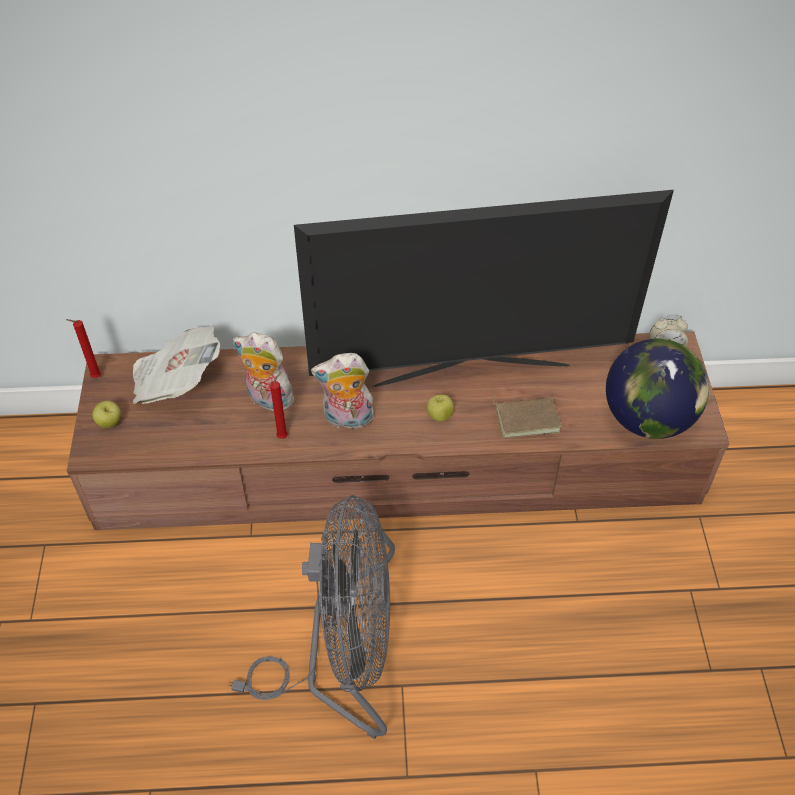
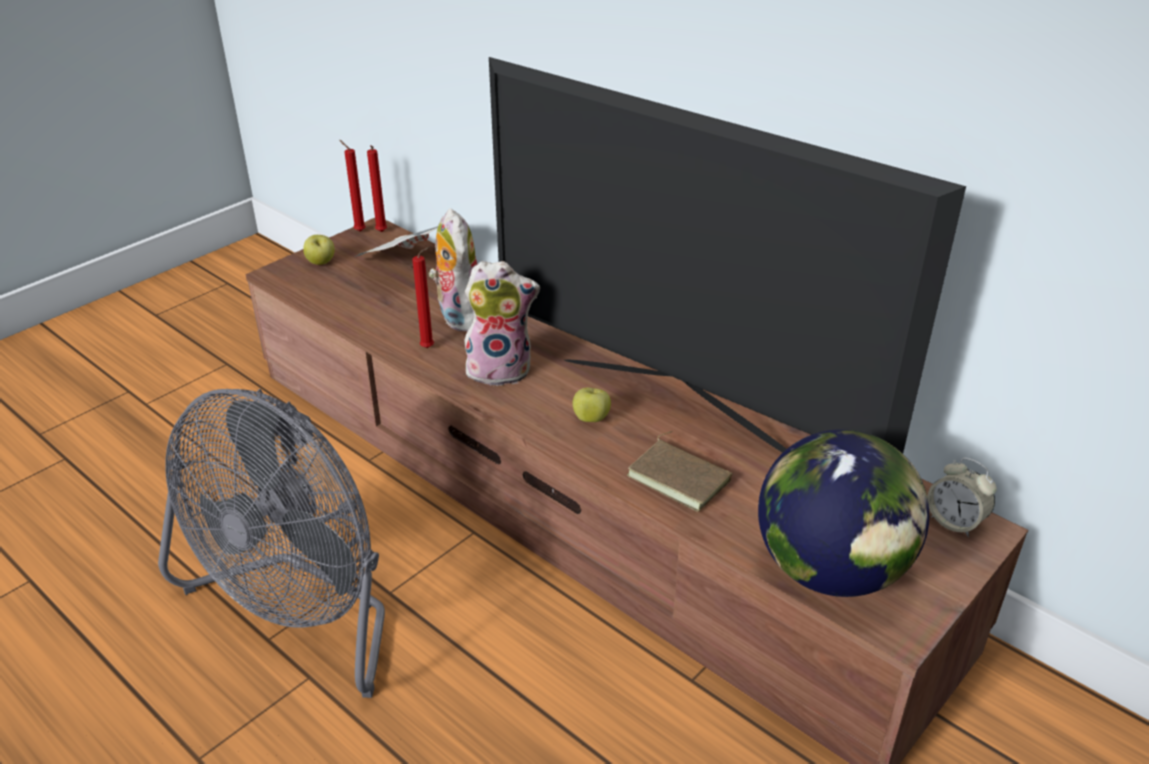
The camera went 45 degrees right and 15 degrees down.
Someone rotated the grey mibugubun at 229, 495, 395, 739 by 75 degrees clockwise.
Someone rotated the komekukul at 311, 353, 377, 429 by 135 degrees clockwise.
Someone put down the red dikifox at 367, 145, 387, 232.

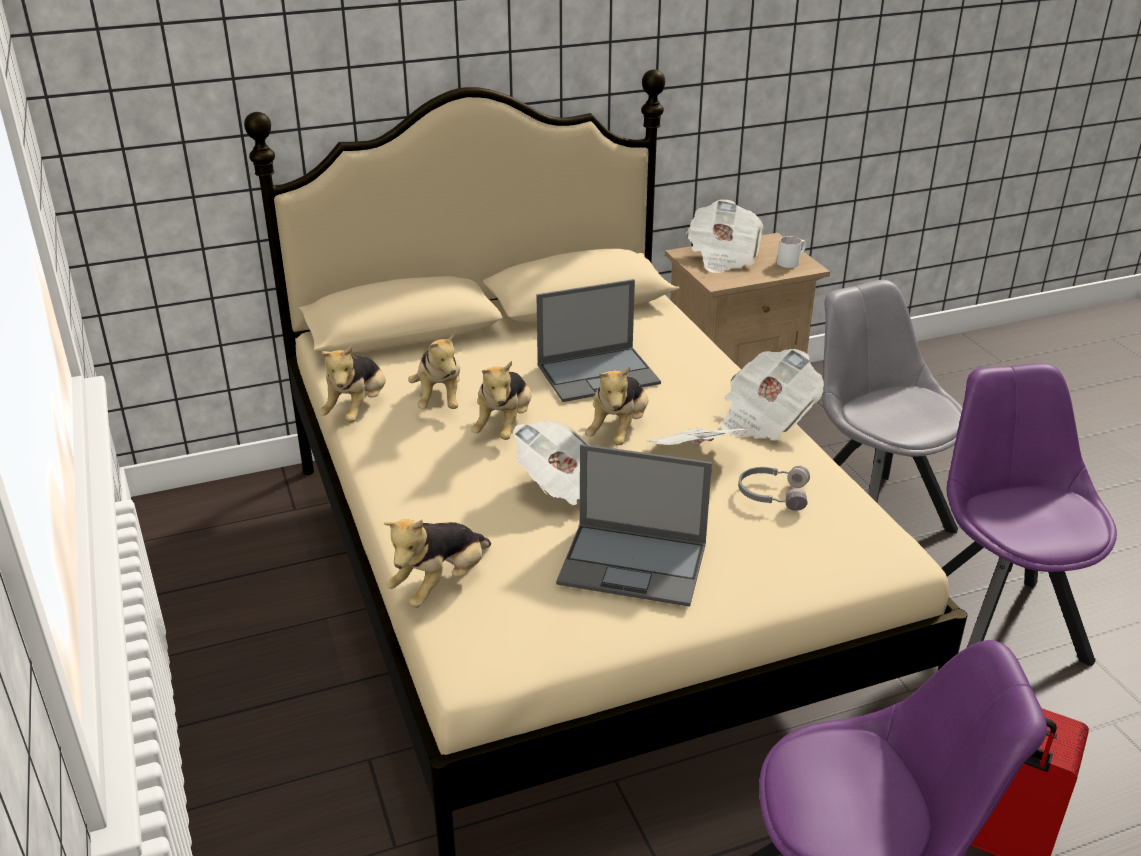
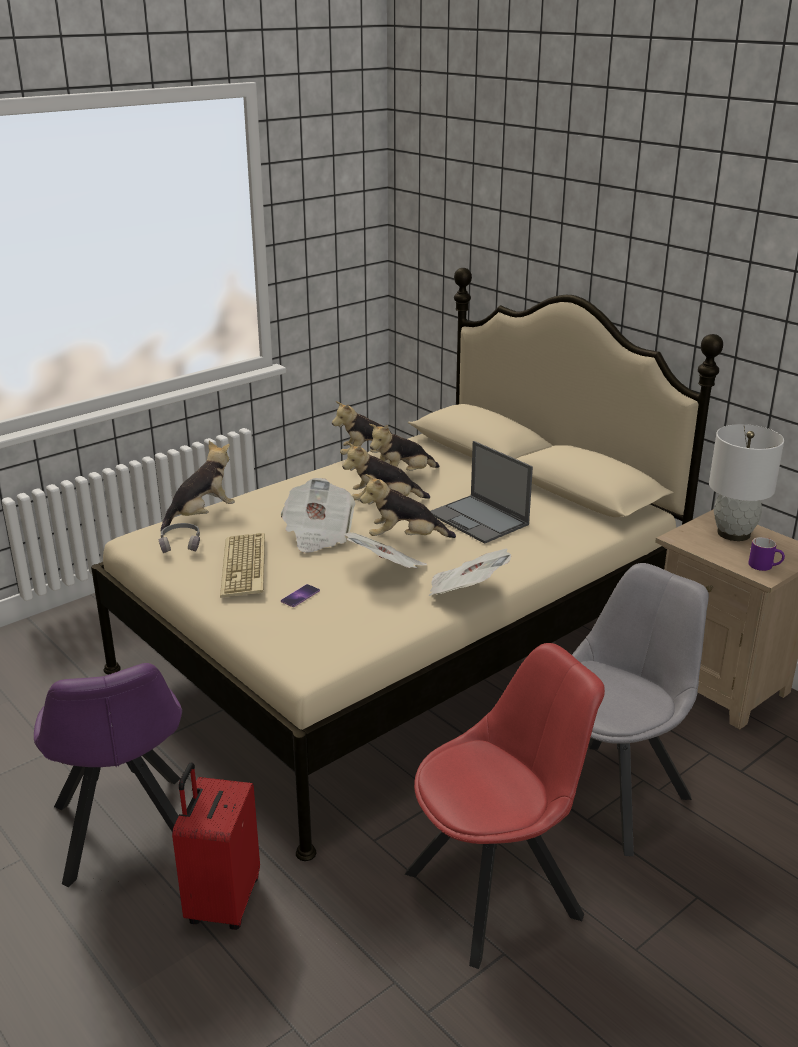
The camera went 70 degrees right and 5 degrees down.
Someone rotated the komekukul at 384, 519, 491, 608 by 120 degrees clockwise.
Someone swapped the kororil at 556, 444, 712, 607 for the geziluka at 220, 533, 265, 598.
Someone swapped the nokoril at 687, 199, 764, 273 for the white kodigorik at 709, 424, 784, 541.
Someone carried the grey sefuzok from 738, 466, 810, 511 to 159, 523, 200, 553.
Someone repainted the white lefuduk at 777, 236, 806, 268, which became the purple lefuduk at 748, 537, 785, 571.
Someone repainted the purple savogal at 942, 363, 1117, 667, which became the red savogal at 405, 643, 605, 969.
Someone put down the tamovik at 281, 584, 320, 607.

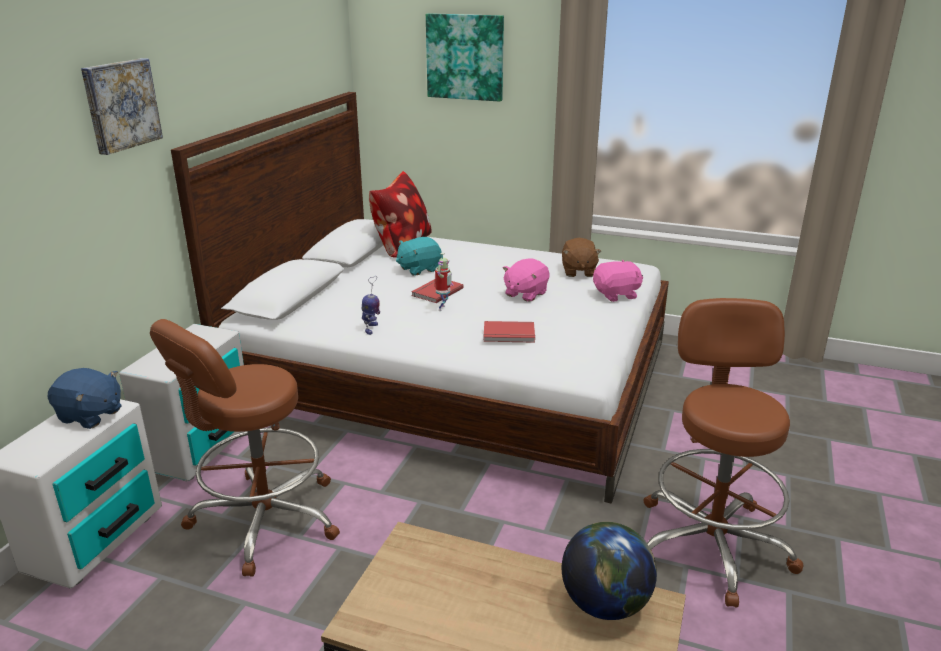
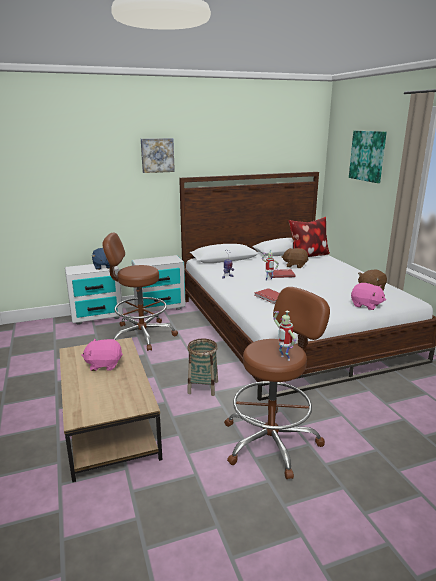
The camera went 50 degrees right and 5 degrees down.
Someone repainted the turquoise komekukul at 396, 237, 442, 276, which became the brown komekukul at 282, 248, 309, 268.
Someone carried the pink komekukul from 503, 258, 550, 302 to 81, 338, 123, 371.
Someone took away the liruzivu at 562, 522, 657, 620.
Someone put down the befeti at 187, 339, 218, 396.
Someone put down the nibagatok at 273, 311, 296, 361.

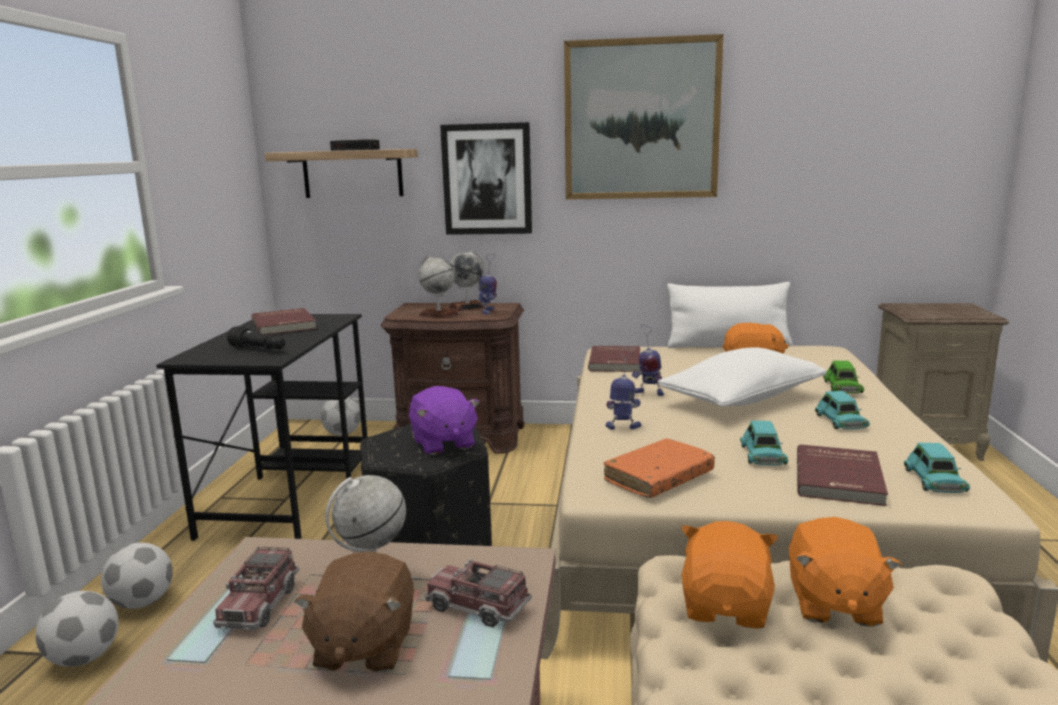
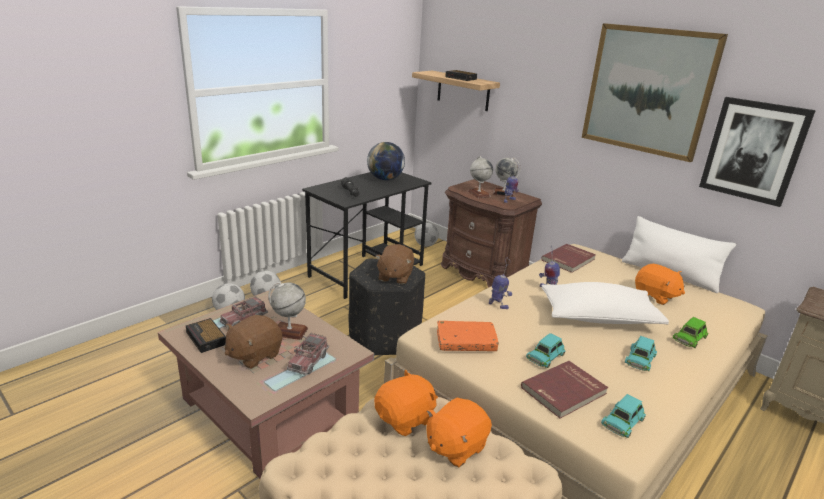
The camera went 35 degrees right and 10 degrees up.
Someone swapped the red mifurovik at 251, 308, 317, 335 for the liruzivu at 367, 142, 405, 180.
Someone repainted the purple komekukul at 409, 386, 480, 455, which became the brown komekukul at 375, 244, 414, 284.
Someone rotated the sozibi at 425, 559, 532, 628 by 135 degrees counterclockwise.
Someone carried the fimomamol from 440, 122, 532, 235 to 699, 97, 816, 207.
Someone put down the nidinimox at 186, 318, 226, 353.

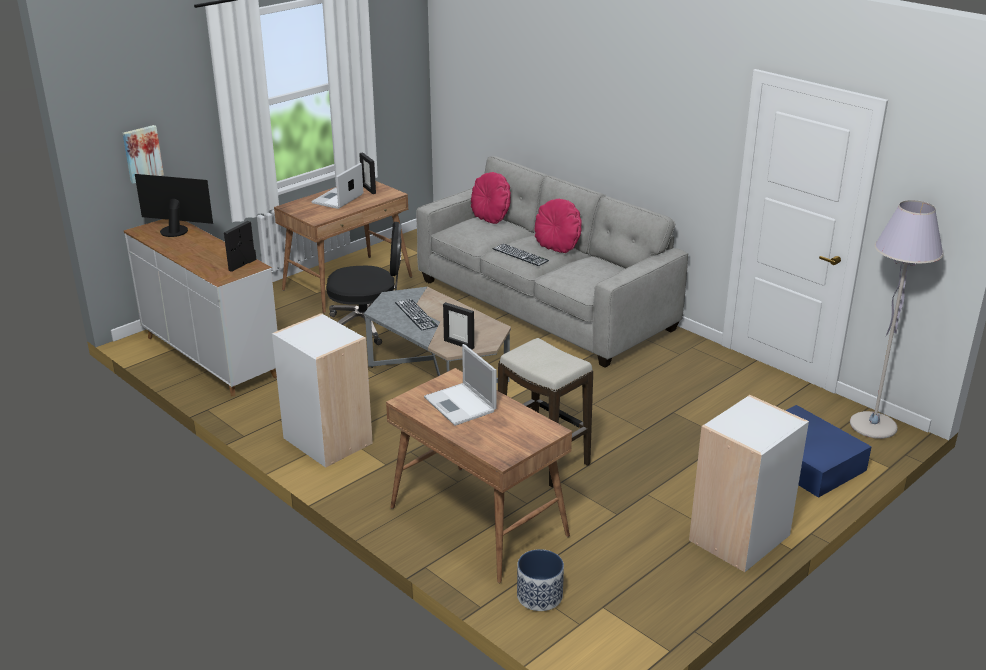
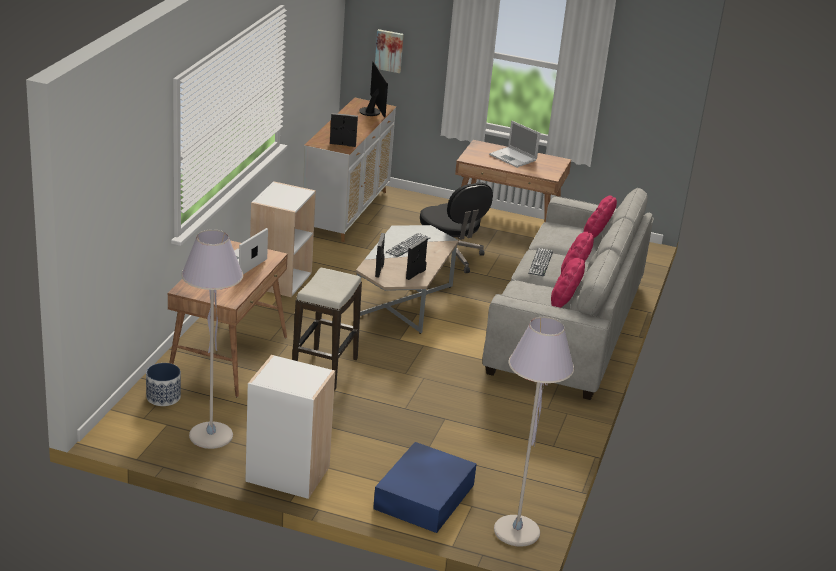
The camera went 60 degrees right and 0 degrees up.
Someone rotated the kororil at 311, 163, 363, 209 by 135 degrees counterclockwise.
Someone carried the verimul from 359, 152, 376, 194 to 406, 238, 428, 280.
Someone put down the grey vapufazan at 181, 229, 243, 449.
Someone put down the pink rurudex at 551, 258, 585, 308.

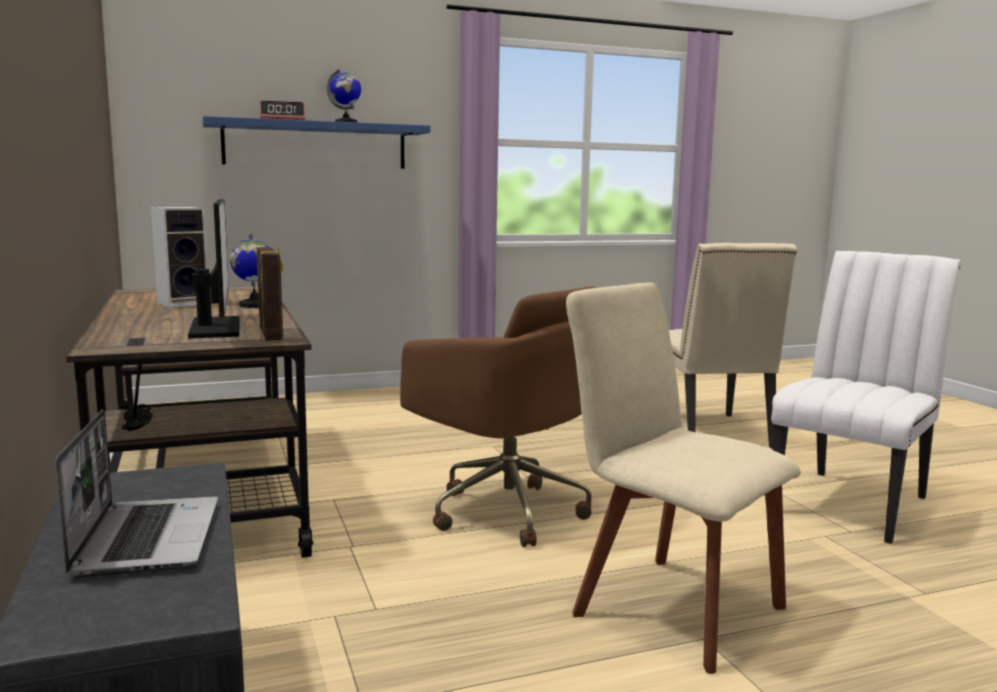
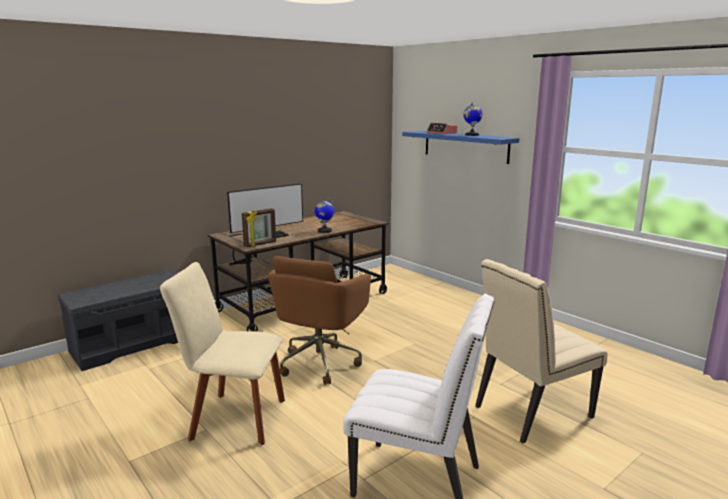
The camera went 70 degrees right and 5 degrees up.
Someone took away the kororil at 56, 409, 218, 577.
Someone took away the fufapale at 151, 207, 208, 308.
Someone rotated the beige savogal at 566, 282, 801, 674 by 105 degrees counterclockwise.

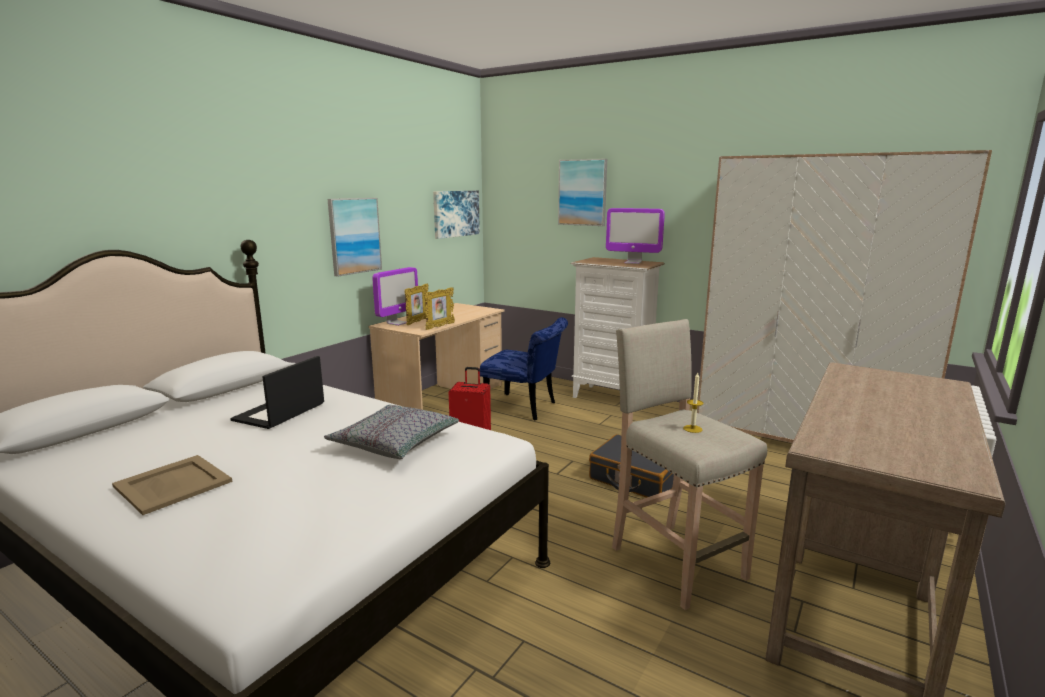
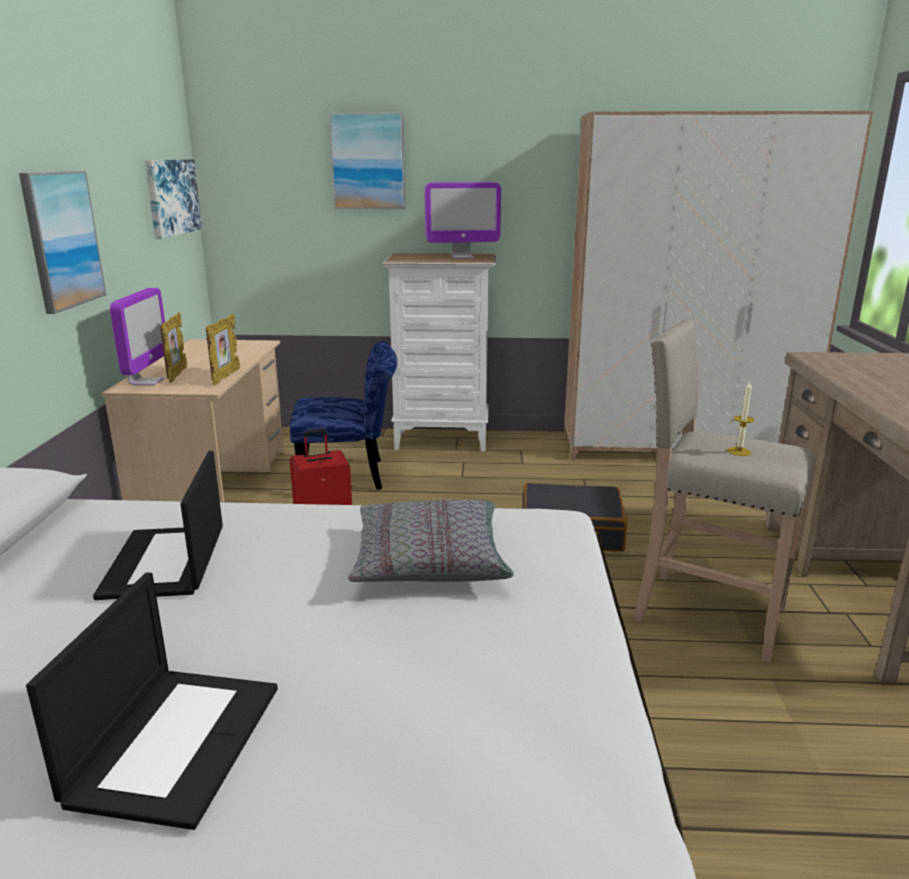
The camera went 30 degrees left and 5 degrees up.
Someone swapped the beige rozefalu at 112, 455, 232, 515 for the kororil at 26, 572, 278, 830.

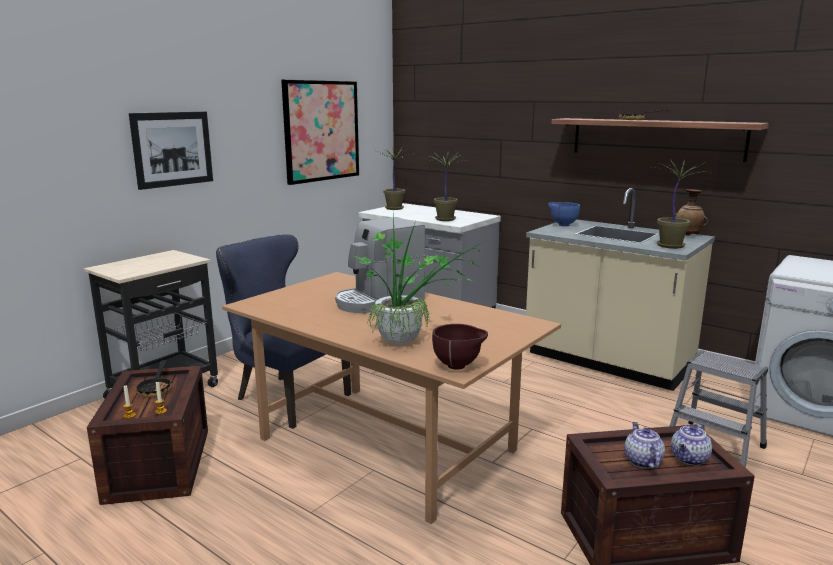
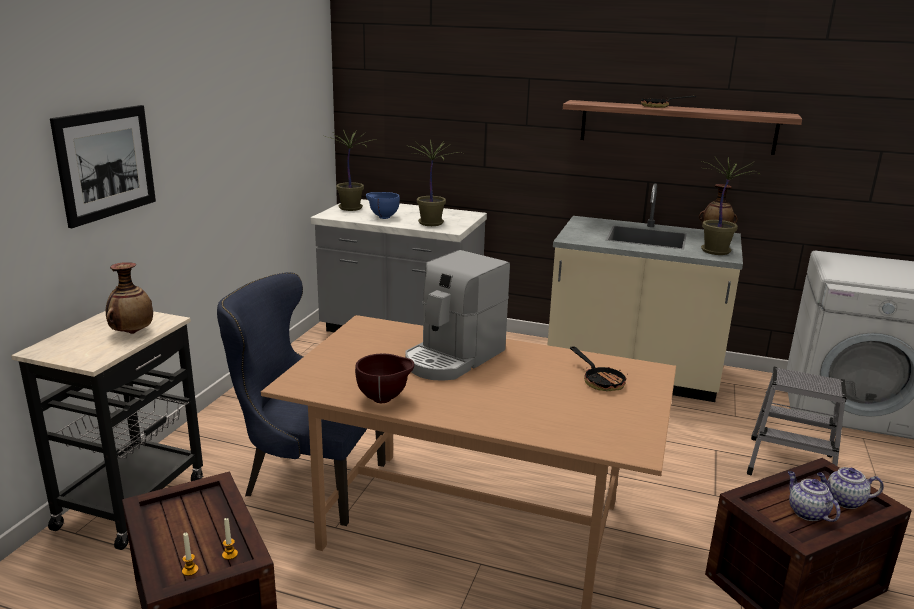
The camera went 20 degrees left and 5 degrees up.
Someone carried the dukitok from 135, 360, 172, 397 to 570, 346, 628, 391.
Someone took away the fimomamol at 281, 80, 359, 185.
Someone took away the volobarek at 353, 211, 485, 344.
Someone carried the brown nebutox from 432, 324, 488, 370 to 355, 353, 414, 403.
Someone carried the blue nebutox from 548, 202, 580, 226 to 366, 192, 400, 219.
Someone rotated the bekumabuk at 671, 423, 712, 466 by 75 degrees clockwise.
Someone put down the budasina at 106, 262, 153, 334.

